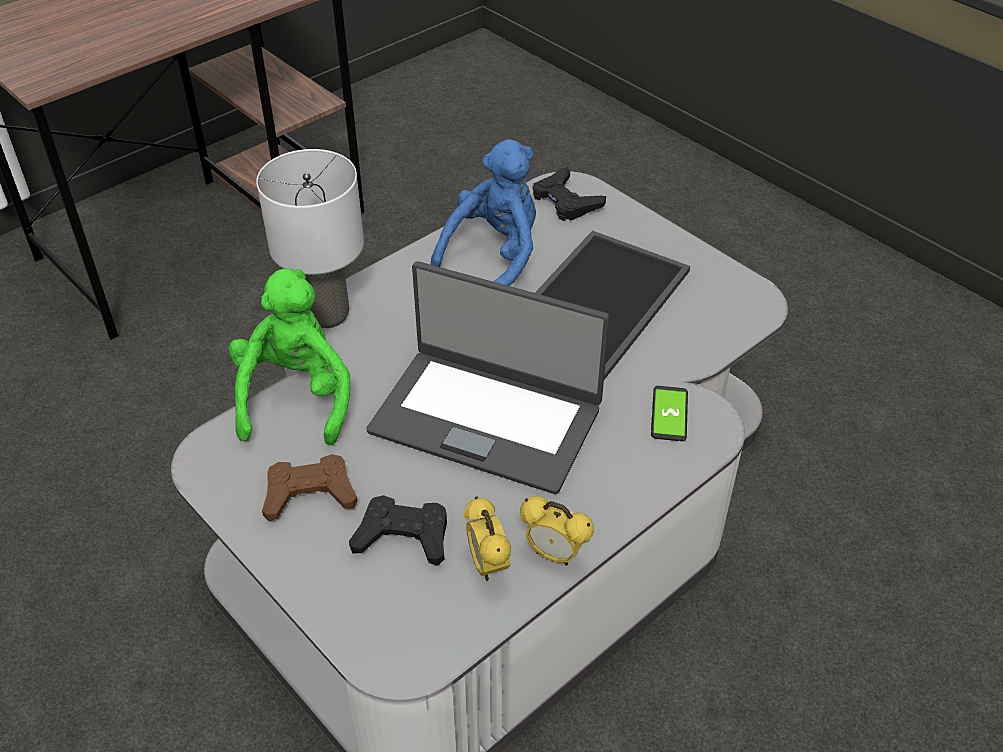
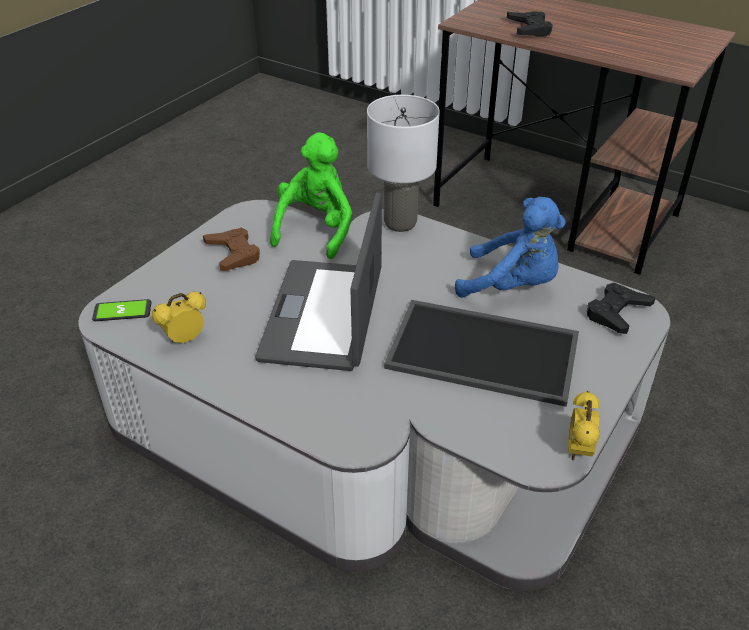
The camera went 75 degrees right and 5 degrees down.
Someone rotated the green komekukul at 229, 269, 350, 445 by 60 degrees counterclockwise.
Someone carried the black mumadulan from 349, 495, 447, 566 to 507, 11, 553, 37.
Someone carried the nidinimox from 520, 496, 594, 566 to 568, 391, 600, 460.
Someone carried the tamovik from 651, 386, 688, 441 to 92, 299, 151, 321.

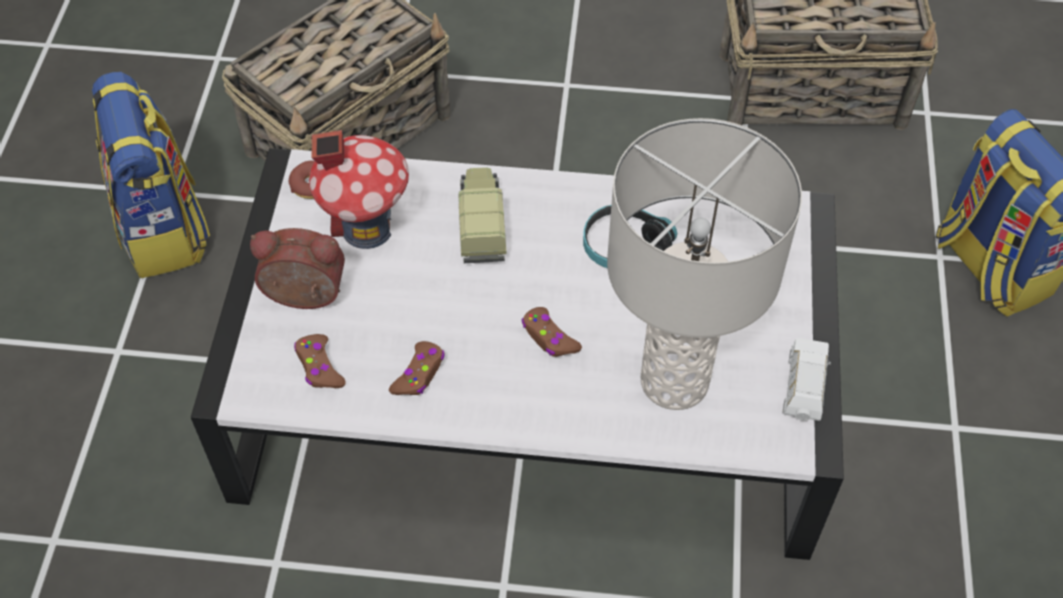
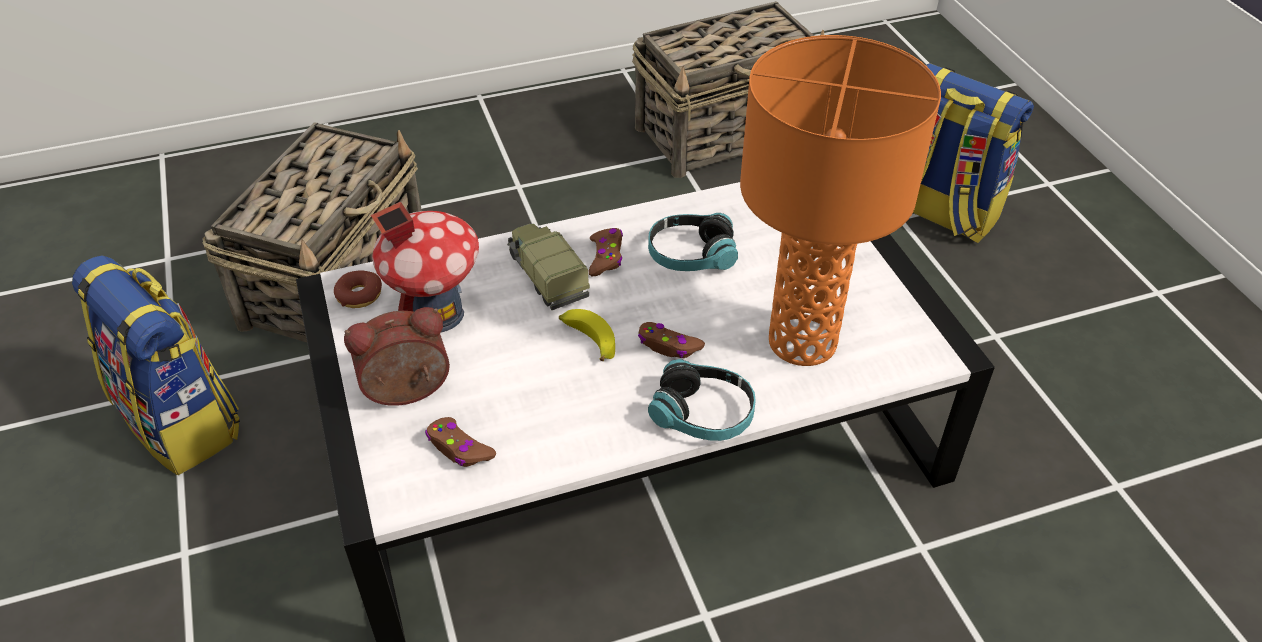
The camera went 25 degrees left and 10 degrees down.
Someone carried the brown mumadulan from 389, 341, 445, 395 to 588, 228, 623, 276.
Someone repainted the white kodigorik at 607, 118, 802, 410, which became the orange kodigorik at 740, 35, 941, 366.
Someone took away the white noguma at 783, 338, 831, 421.
Someone put down the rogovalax at 559, 309, 615, 361.
Someone put down the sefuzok at 648, 359, 756, 441.

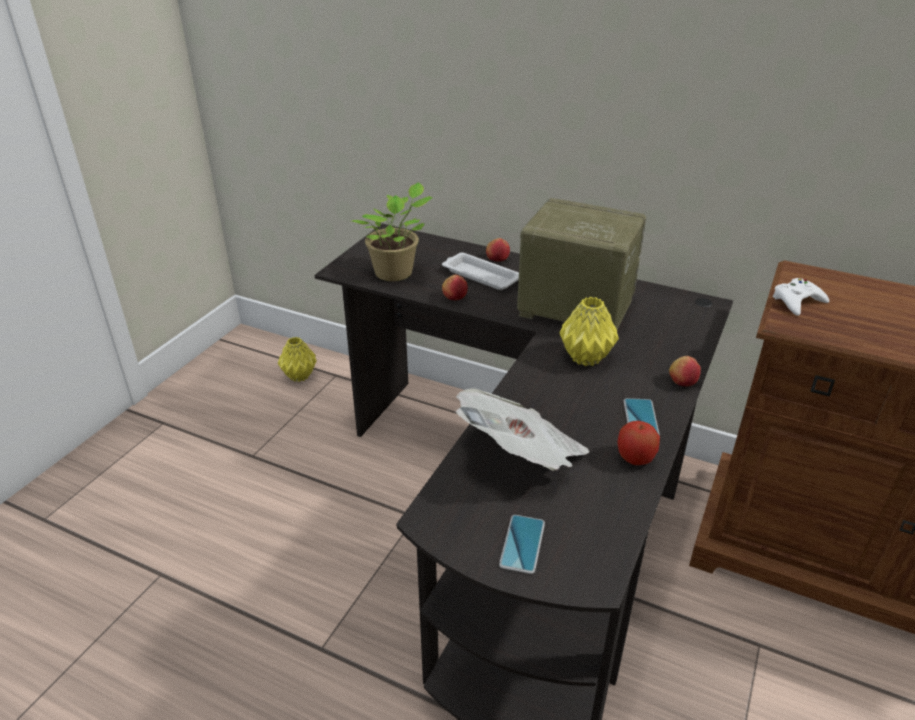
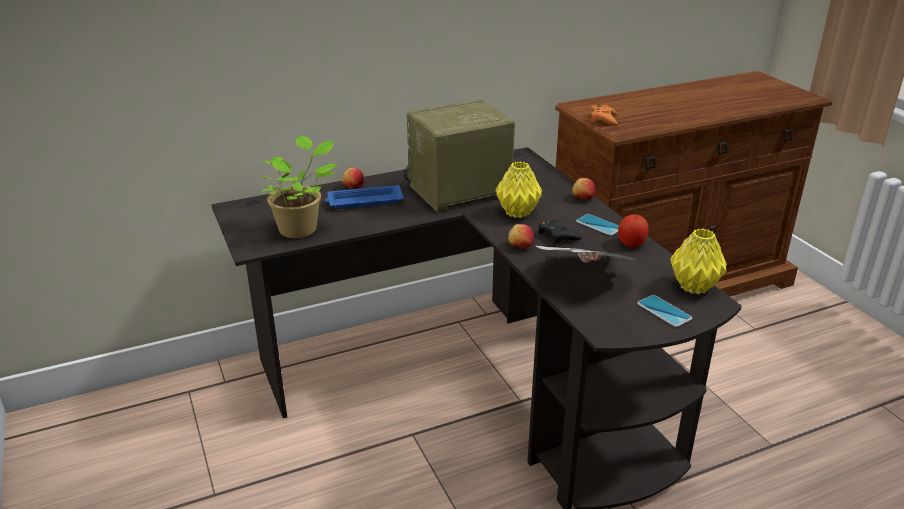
The camera went 50 degrees left and 5 degrees down.
Someone carried the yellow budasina from 278, 337, 317, 382 to 670, 229, 727, 294.
Someone repainted the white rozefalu at 442, 252, 519, 290, which became the blue rozefalu at 325, 184, 404, 209.
Someone carried the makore from 442, 274, 468, 300 to 508, 224, 534, 248.
Someone repainted the white mumadulan at 773, 278, 829, 316, which became the orange mumadulan at 591, 104, 618, 126.
Someone put down the black mumadulan at 538, 219, 582, 244.

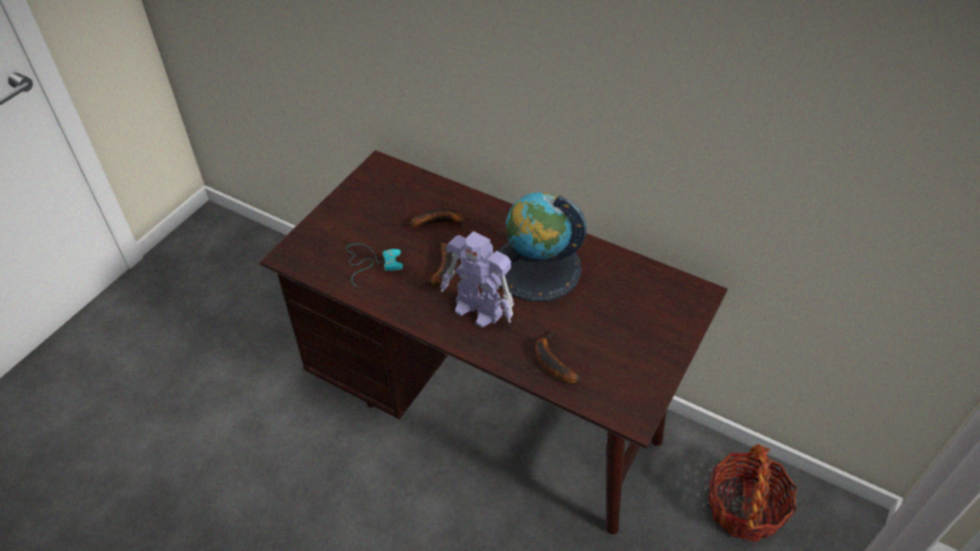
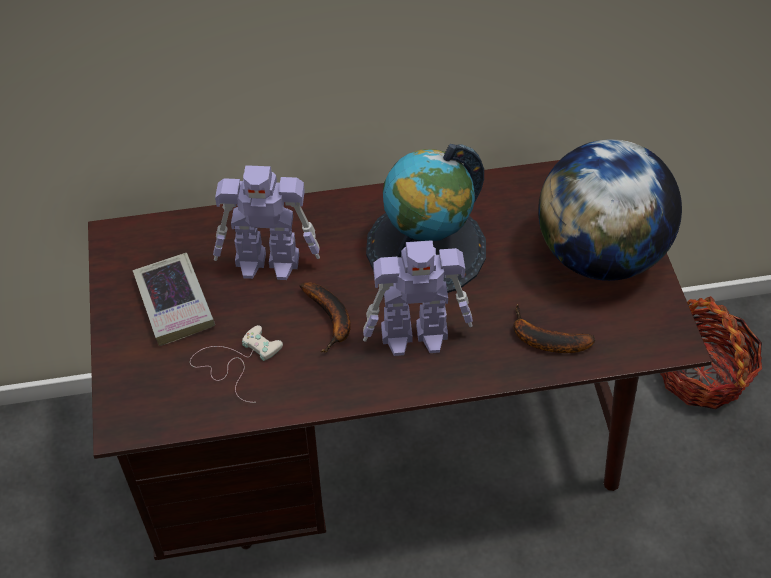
The camera went 40 degrees left and 5 degrees up.
Someone repainted the turquoise mumadulan at 346, 244, 403, 287, which became the white mumadulan at 190, 325, 283, 403.
Someone swapped the rogovalax at 409, 209, 467, 233 for the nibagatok at 213, 165, 320, 280.
Someone put down the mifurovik at 132, 253, 215, 346.
Someone put down the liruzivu at 538, 139, 682, 281.

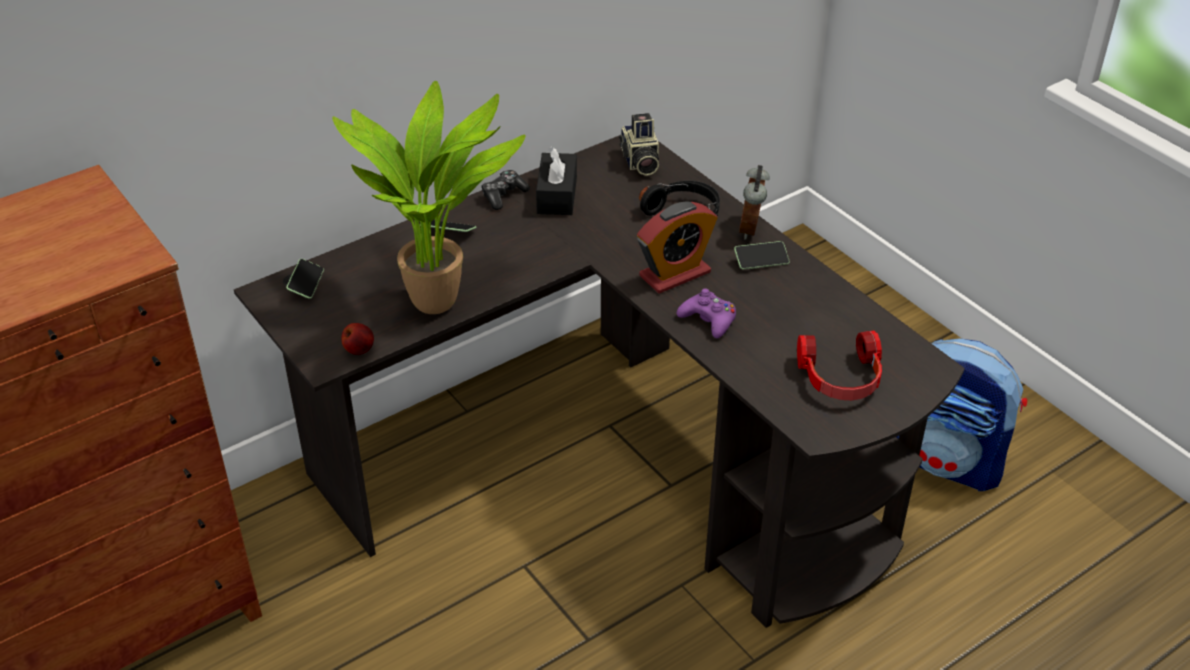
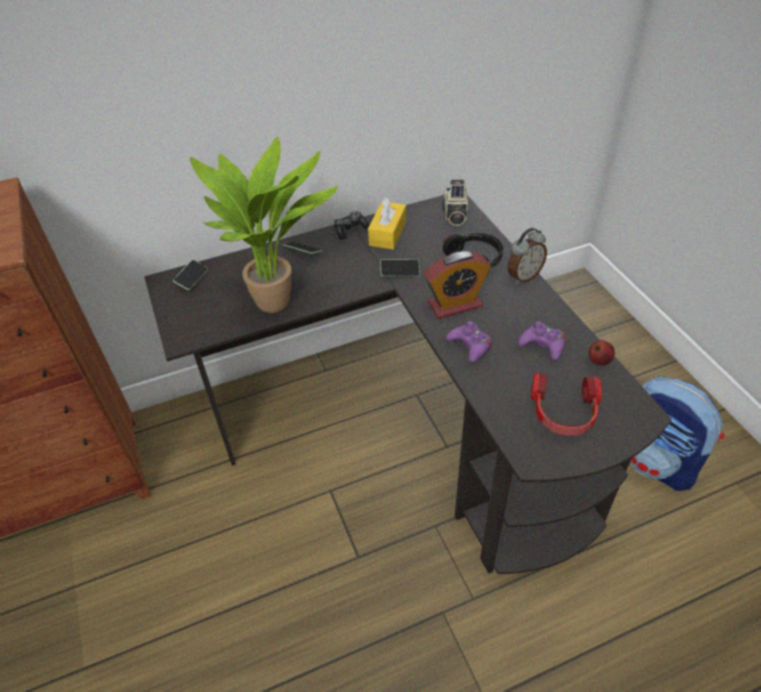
The camera went 15 degrees right and 5 degrees up.
Someone carried the makore from 341, 323, 374, 355 to 589, 340, 615, 365.
Someone repainted the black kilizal at 536, 147, 577, 215, which became the yellow kilizal at 368, 198, 406, 250.
Someone carried the tamovik from 734, 241, 790, 269 to 380, 259, 420, 277.
Someone rotated the nidinimox at 739, 165, 770, 240 by 150 degrees counterclockwise.
Someone put down the purple mumadulan at 518, 321, 565, 361.

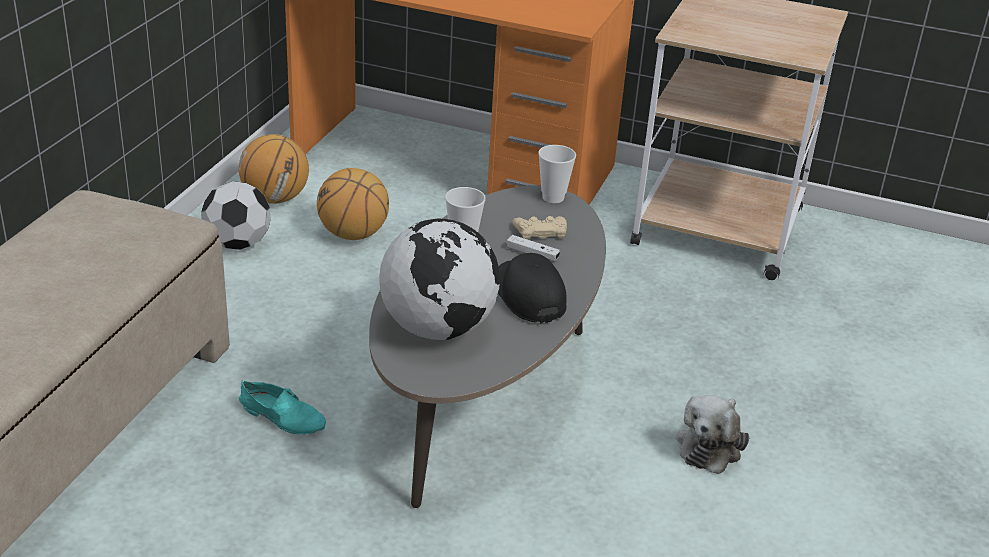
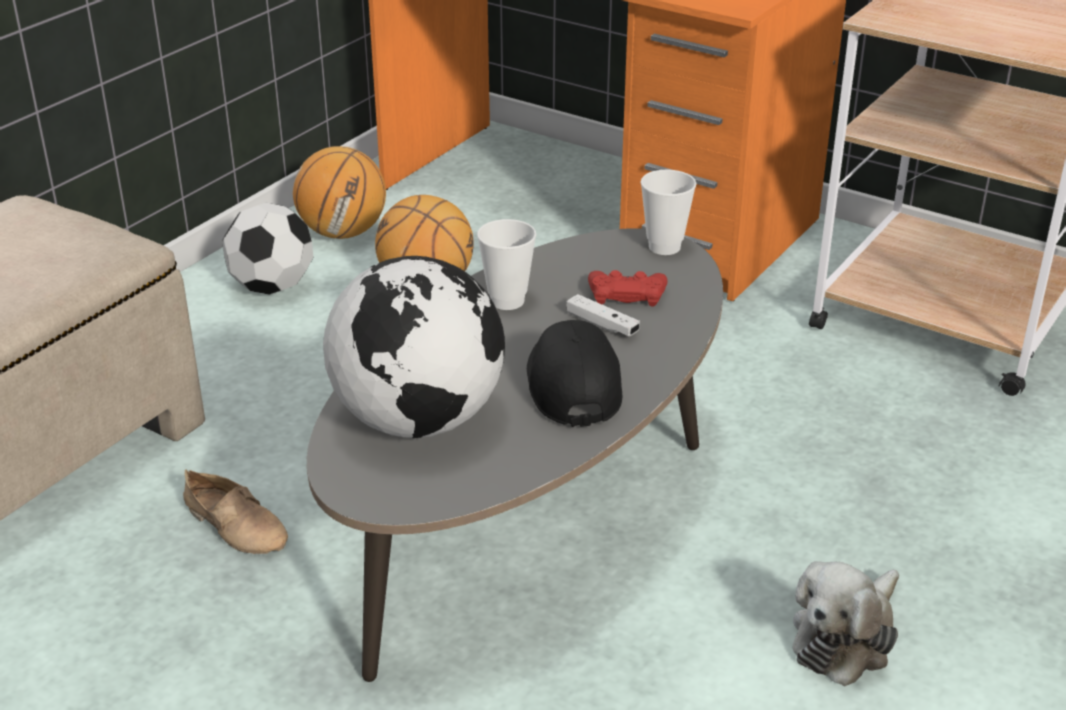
The camera went 15 degrees right and 0 degrees up.
Someone repainted the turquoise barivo at 239, 381, 326, 435, which became the beige barivo at 183, 470, 288, 554.
Someone repainted the beige mumadulan at 512, 216, 567, 240, which became the red mumadulan at 588, 270, 668, 306.

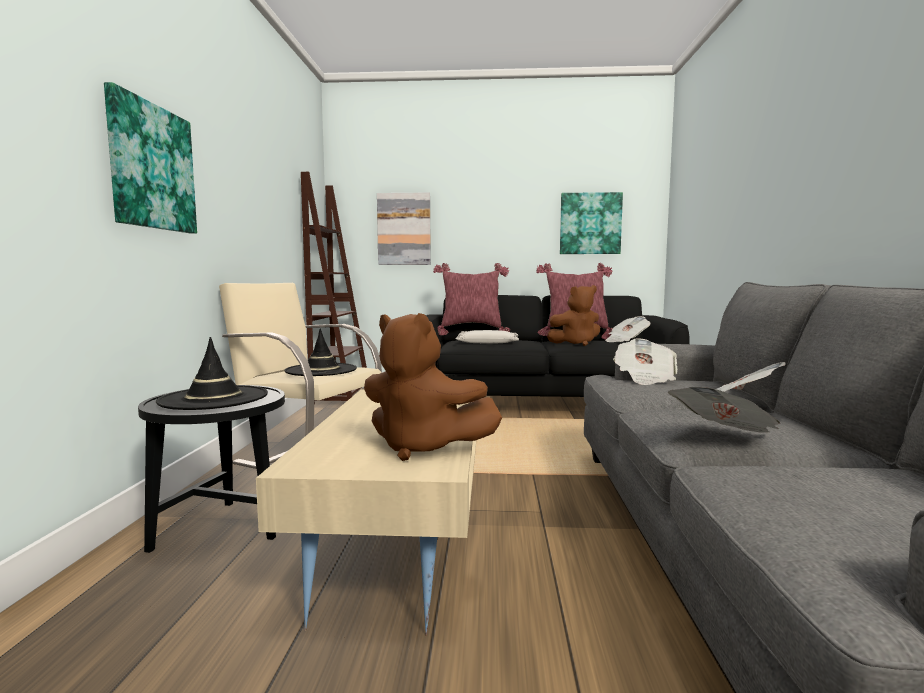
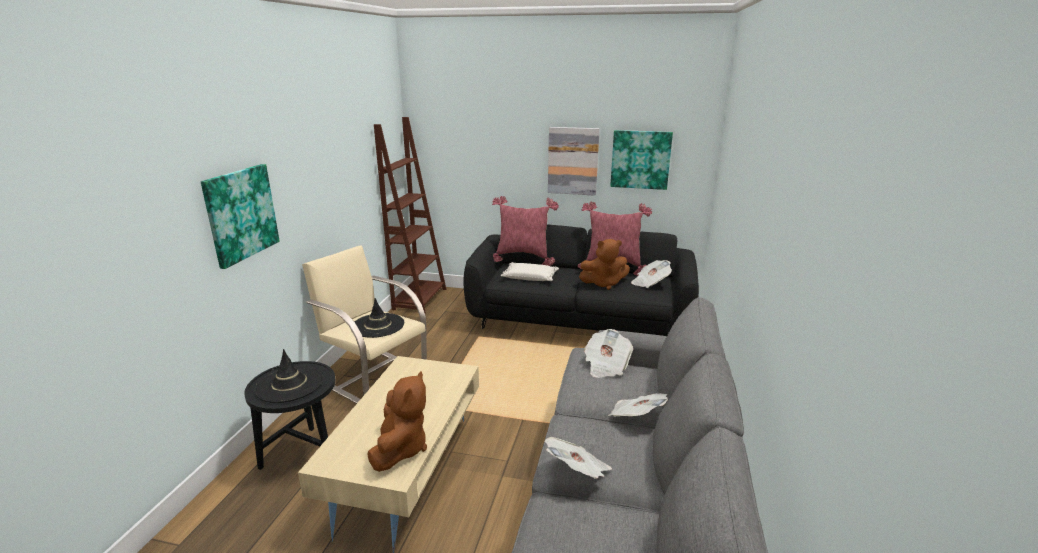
The camera went 10 degrees right and 15 degrees up.
Someone rotated the brown komekukul at 364, 313, 502, 461 by 120 degrees counterclockwise.
Someone carried the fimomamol from 377, 193, 431, 265 to 548, 127, 600, 196.

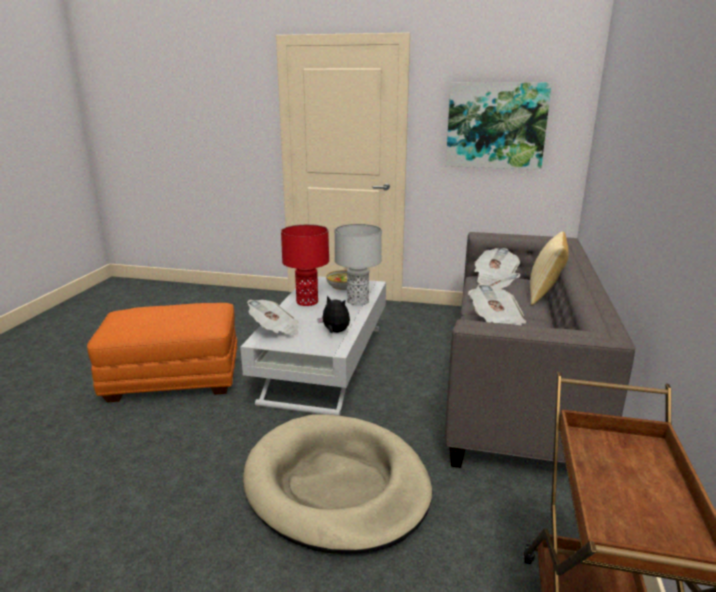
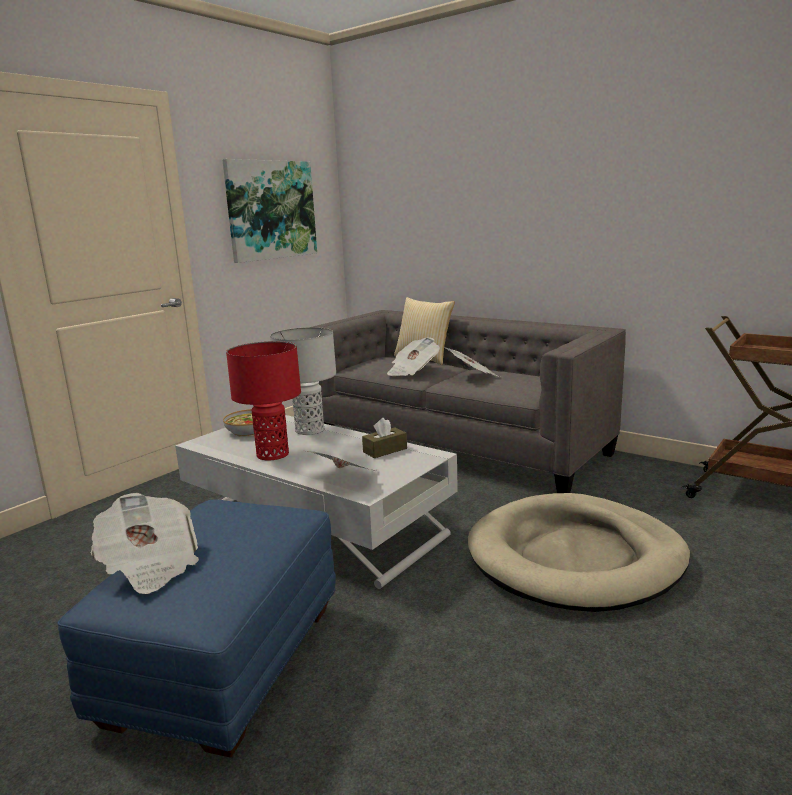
The camera went 65 degrees left and 5 degrees down.
Someone repainted the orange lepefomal at 87, 303, 237, 402, which became the blue lepefomal at 57, 499, 336, 757.
Someone swapped the komekukul at 318, 295, 350, 333 for the brown kilizal at 362, 418, 407, 458.
Someone carried the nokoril from 474, 248, 520, 284 to 91, 493, 199, 594.

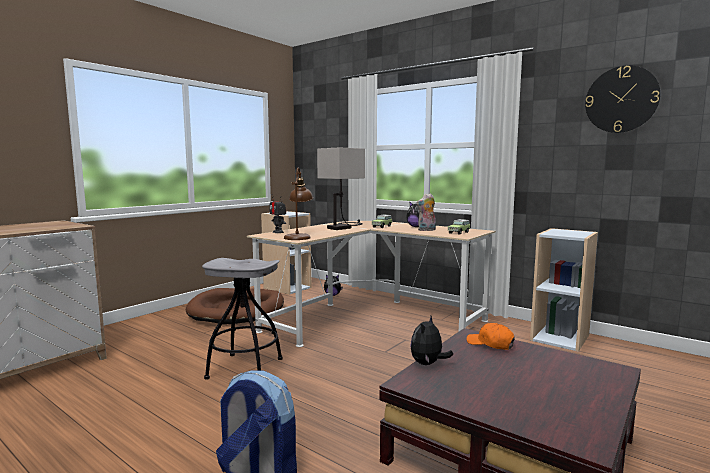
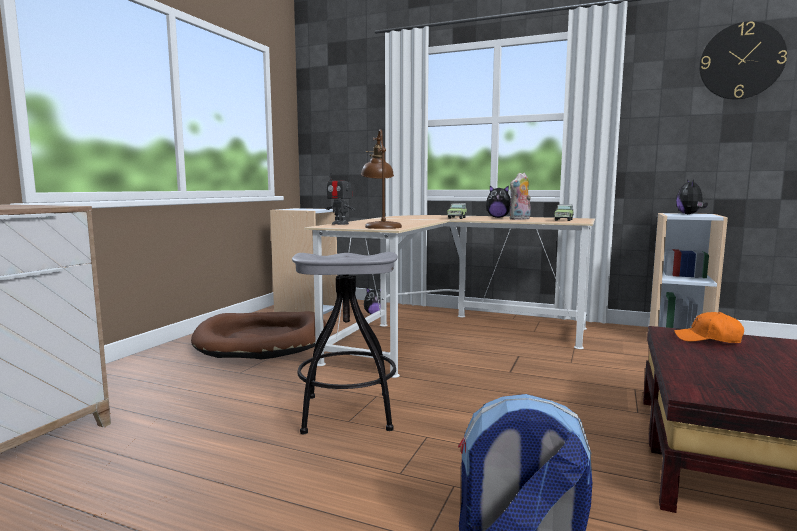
The camera went 15 degrees left and 0 degrees up.
Someone took away the kodigorik at 317, 148, 365, 230.
Someone carried the komekukul from 410, 316, 453, 365 to 676, 179, 708, 214.

